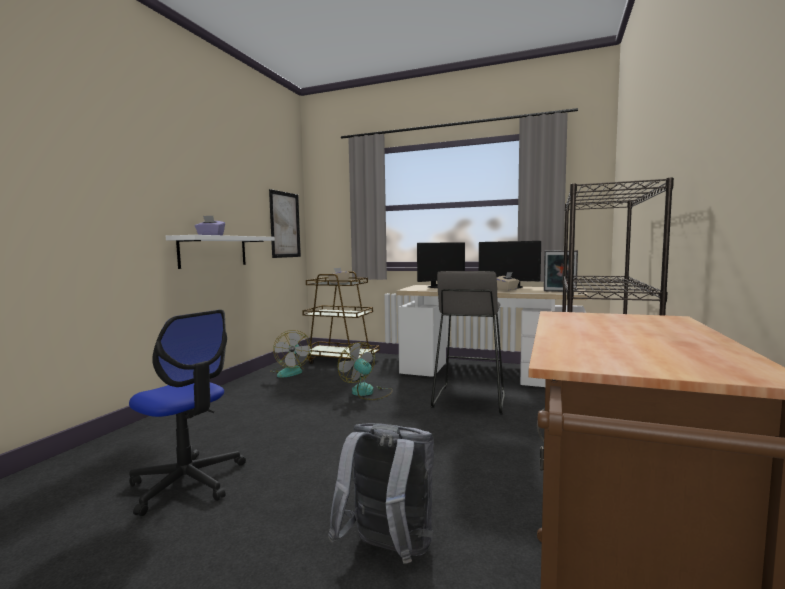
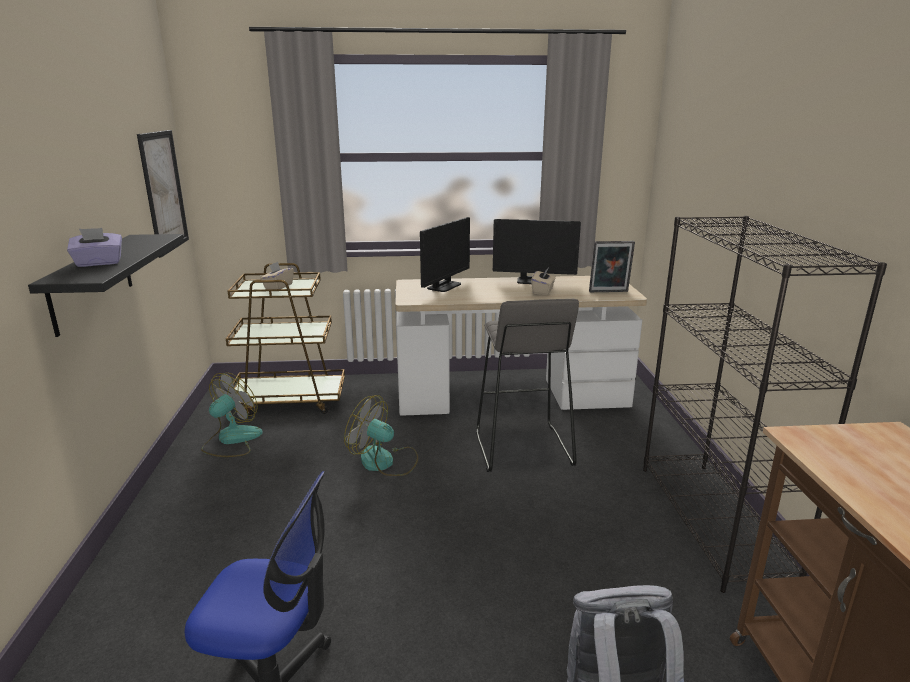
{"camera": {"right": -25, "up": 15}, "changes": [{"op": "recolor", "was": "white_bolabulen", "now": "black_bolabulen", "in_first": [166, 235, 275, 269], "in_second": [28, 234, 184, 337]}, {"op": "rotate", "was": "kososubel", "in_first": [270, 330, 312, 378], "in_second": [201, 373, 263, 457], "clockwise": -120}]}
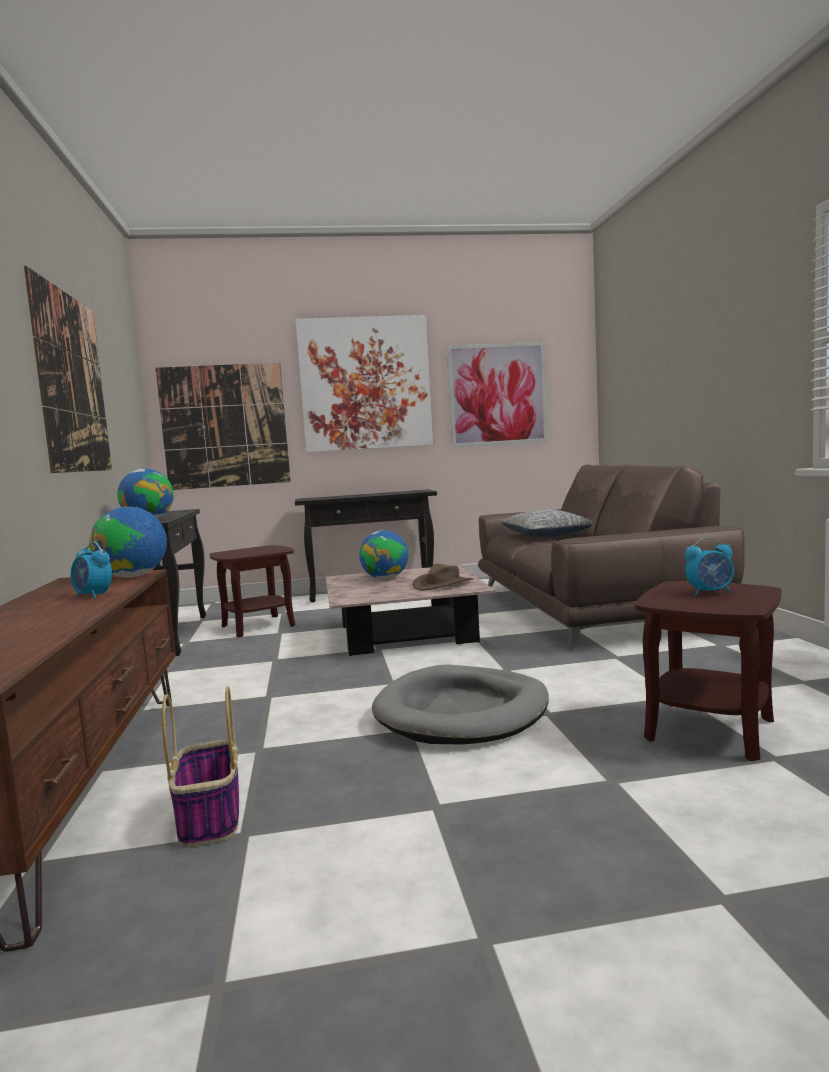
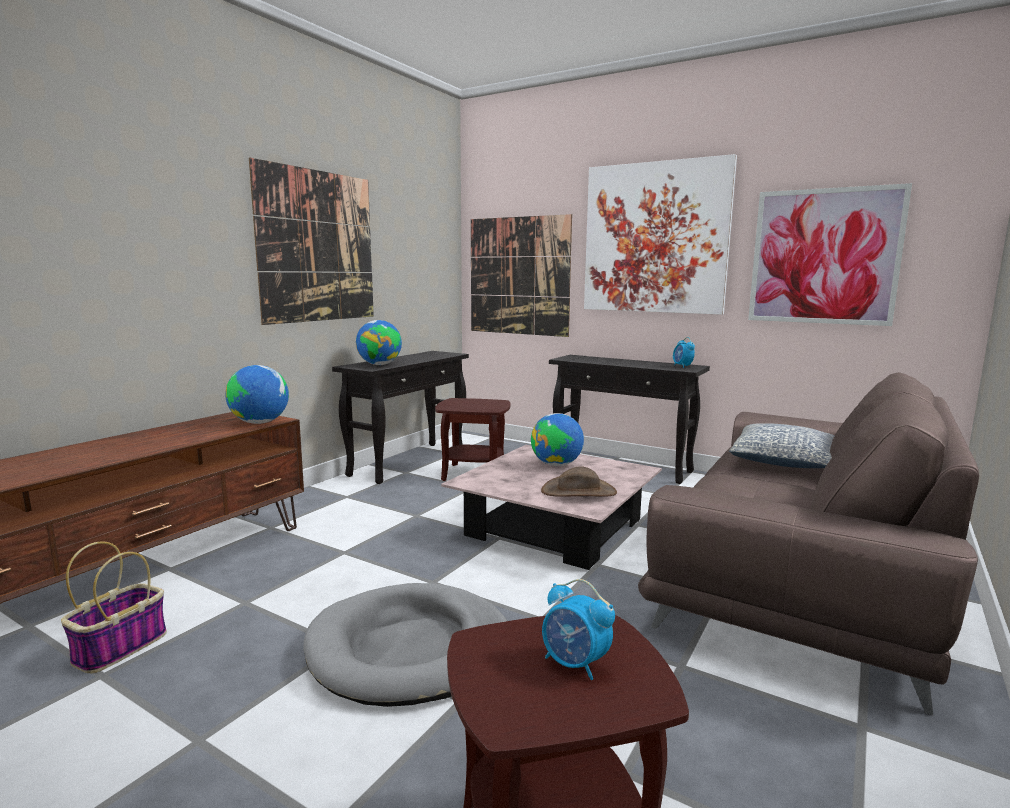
{"camera": {"right": 40, "up": 5}, "changes": [{"op": "move", "was": "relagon", "in_first": [71, 541, 112, 599], "in_second": [673, 337, 695, 368]}]}
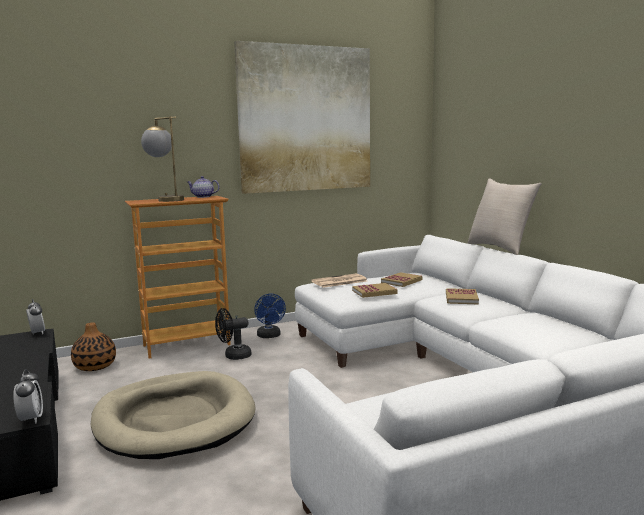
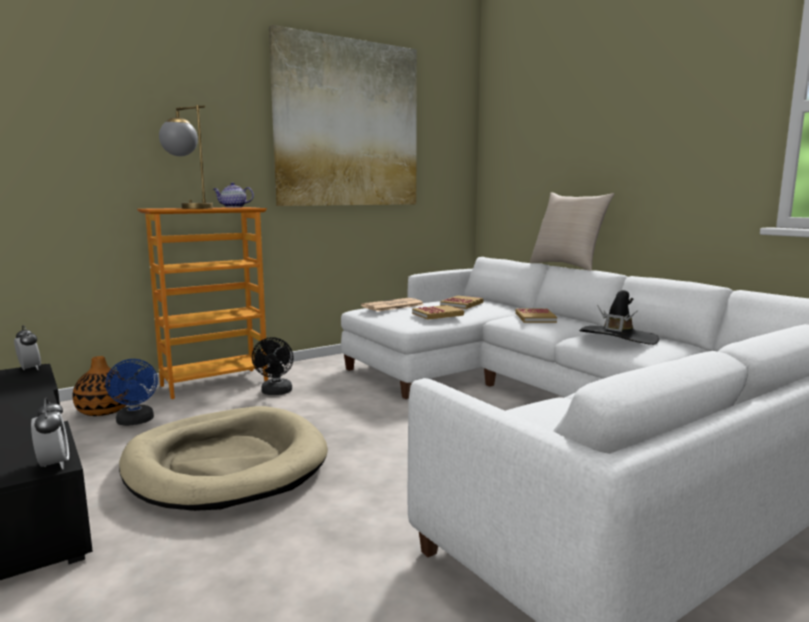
{"camera": {"right": -10, "up": 0}, "changes": [{"op": "move", "was": "blue_kososubel", "in_first": [254, 294, 286, 338], "in_second": [106, 359, 158, 426]}, {"op": "rotate", "was": "black_kososubel", "in_first": [215, 308, 251, 360], "in_second": [252, 337, 294, 395], "clockwise": -60}, {"op": "insert", "now": "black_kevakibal", "in_second": [579, 290, 659, 345]}]}
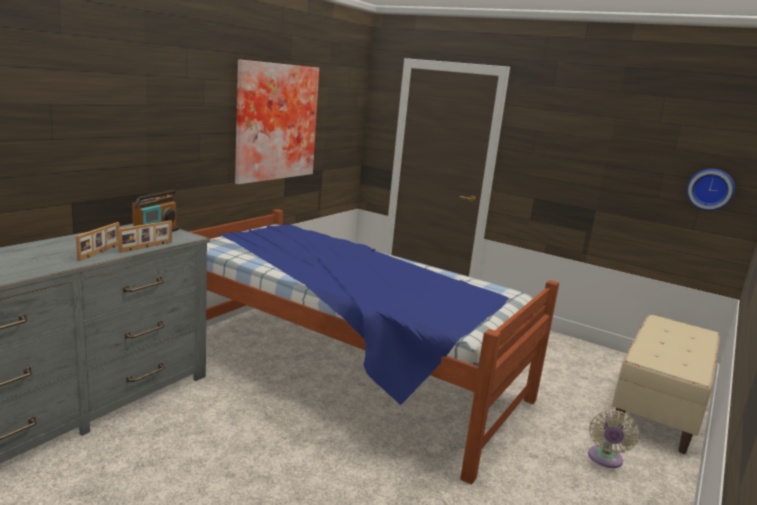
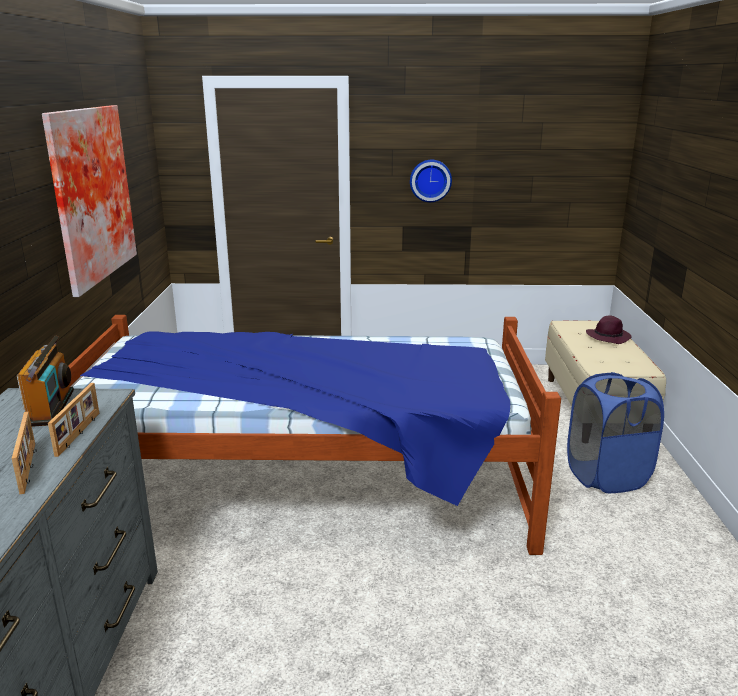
{"camera": {"right": -30, "up": 5}, "changes": [{"op": "move", "was": "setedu", "in_first": [686, 169, 735, 211], "in_second": [410, 160, 452, 202]}, {"op": "replace", "was": "beige_kososubel", "now": "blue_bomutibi", "in_first": [588, 410, 639, 468], "in_second": [567, 372, 664, 493]}, {"op": "insert", "now": "purple_kevakibal", "in_second": [586, 315, 632, 344]}]}
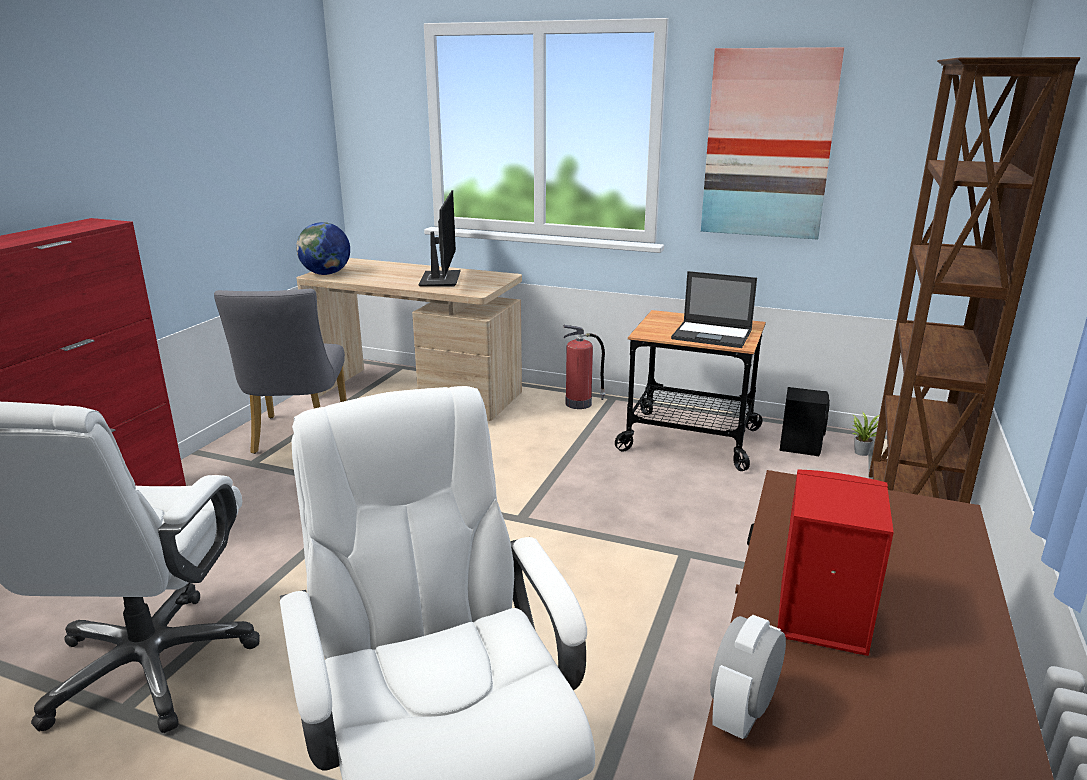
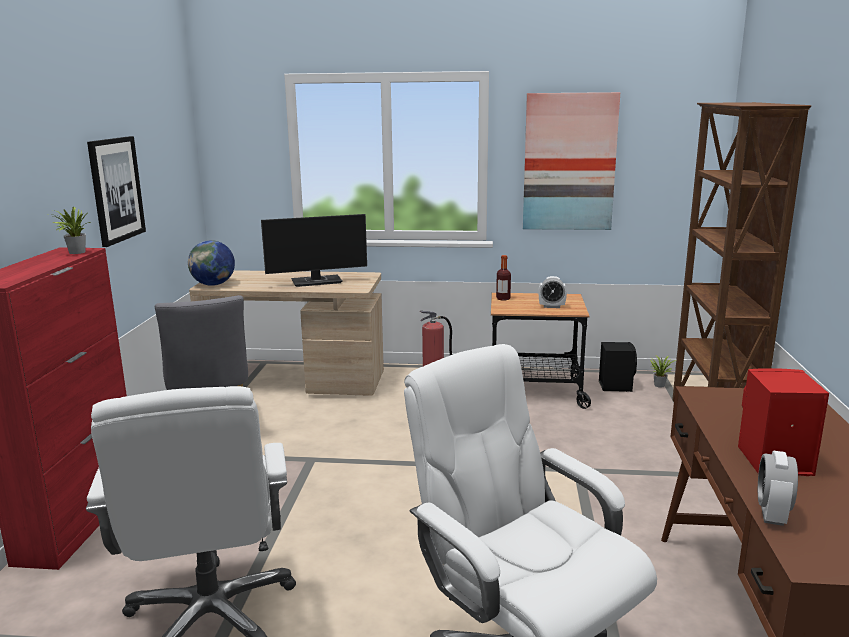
{"camera": {"right": -15, "up": -5}, "changes": [{"op": "rotate", "was": "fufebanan", "in_first": [419, 190, 461, 287], "in_second": [261, 214, 367, 287], "clockwise": 90}, {"op": "replace", "was": "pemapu", "now": "relagon", "in_first": [671, 271, 757, 348], "in_second": [538, 276, 567, 308]}, {"op": "insert", "now": "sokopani", "in_second": [87, 136, 146, 247]}, {"op": "insert", "now": "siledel", "in_second": [48, 206, 92, 254]}, {"op": "insert", "now": "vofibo", "in_second": [496, 255, 511, 301]}]}
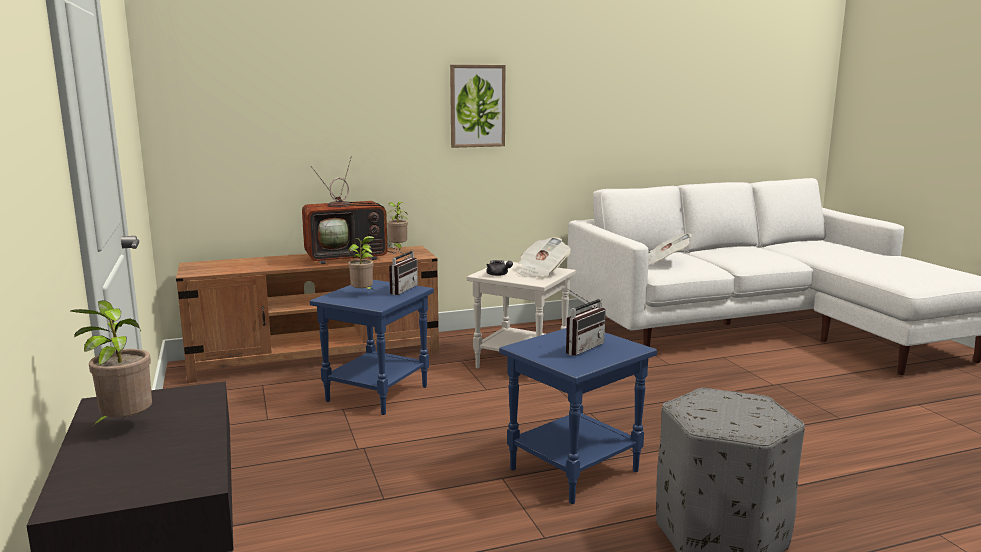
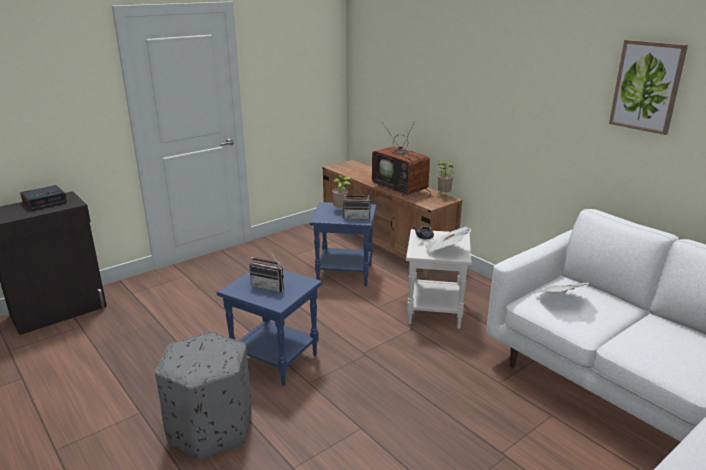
{"camera": {"right": 70, "up": 10}, "changes": [{"op": "move", "was": "sokopani", "in_first": [450, 65, 505, 148], "in_second": [609, 40, 688, 135]}, {"op": "replace", "was": "siledel", "now": "relagon", "in_first": [70, 300, 152, 425], "in_second": [20, 185, 67, 211]}]}
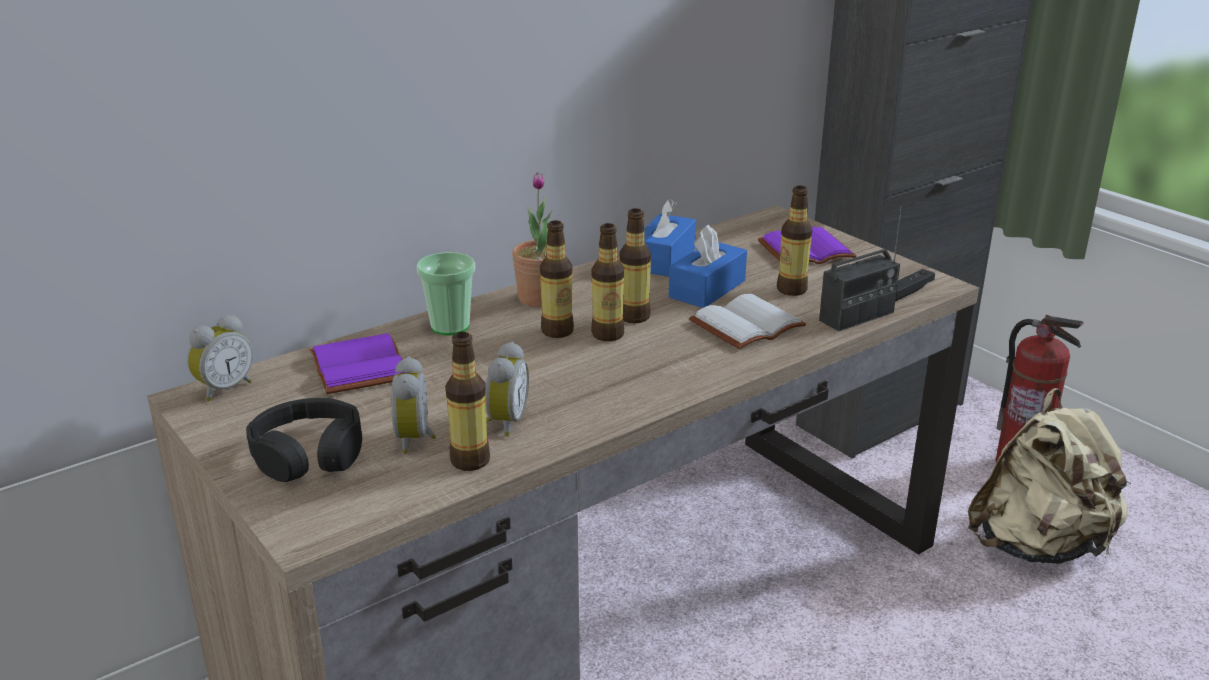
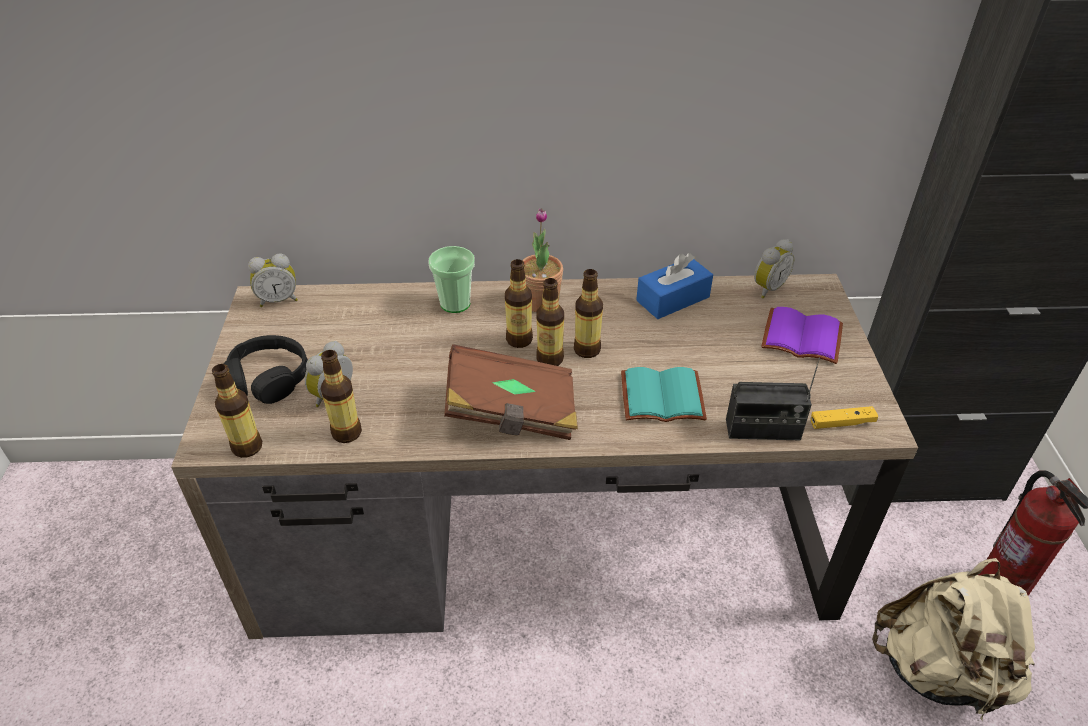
{"camera": {"right": 35, "up": 15}, "changes": [{"op": "move", "was": "vofibo", "in_first": [777, 186, 812, 296], "in_second": [212, 364, 262, 458]}, {"op": "delete", "was": "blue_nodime", "in_first": [669, 224, 747, 308]}, {"op": "recolor", "was": "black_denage", "now": "yellow_denage", "in_first": [895, 269, 935, 301], "in_second": [811, 406, 878, 429]}, {"op": "recolor", "was": "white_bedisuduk", "now": "turquoise_bedisuduk", "in_first": [689, 294, 806, 349], "in_second": [621, 367, 707, 422]}, {"op": "delete", "was": "purple_bedisuduk", "in_first": [310, 333, 408, 394]}, {"op": "move", "was": "relagon", "in_first": [486, 342, 529, 437], "in_second": [754, 239, 794, 299]}, {"op": "insert", "now": "brown_bedisuduk", "in_second": [444, 344, 578, 440]}]}
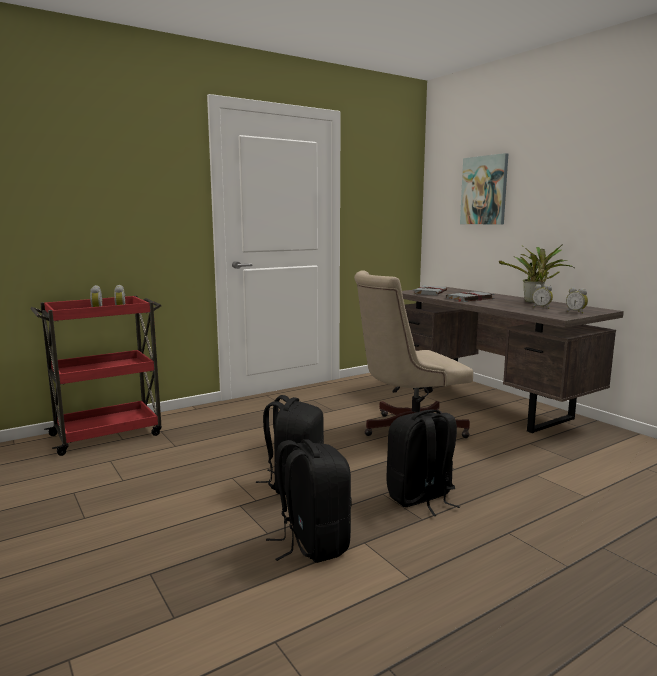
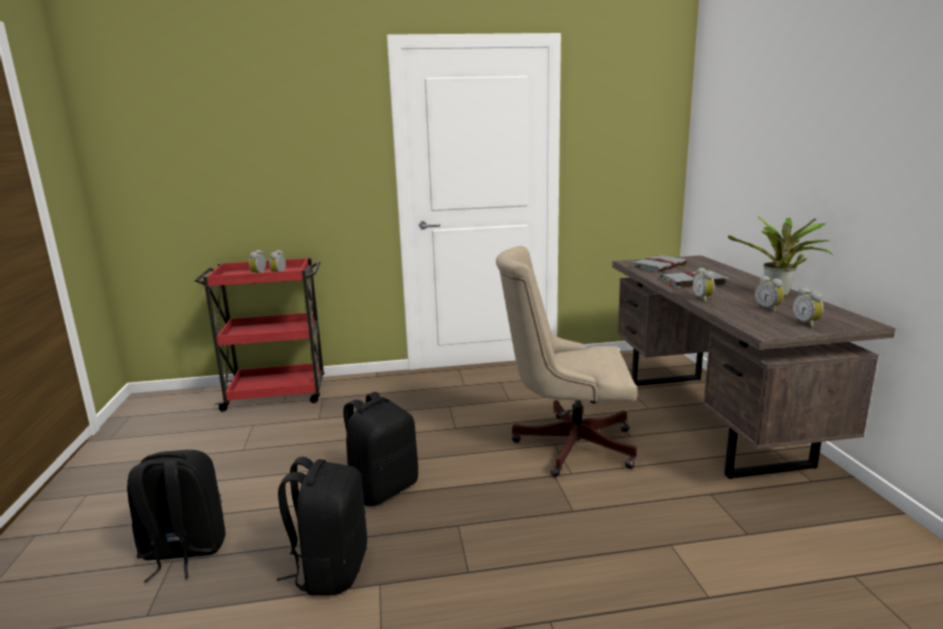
{"camera": {"right": 25, "up": 5}, "changes": [{"op": "delete", "was": "sokopani", "in_first": [460, 153, 508, 225]}, {"op": "move", "was": "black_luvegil", "in_first": [386, 409, 460, 516], "in_second": [127, 450, 226, 583]}, {"op": "insert", "now": "relagon", "in_second": [693, 267, 715, 302]}]}
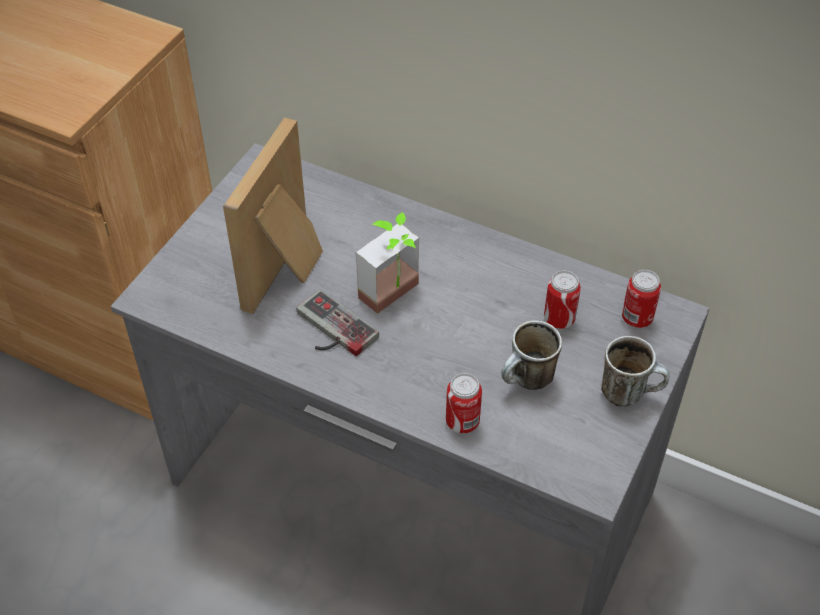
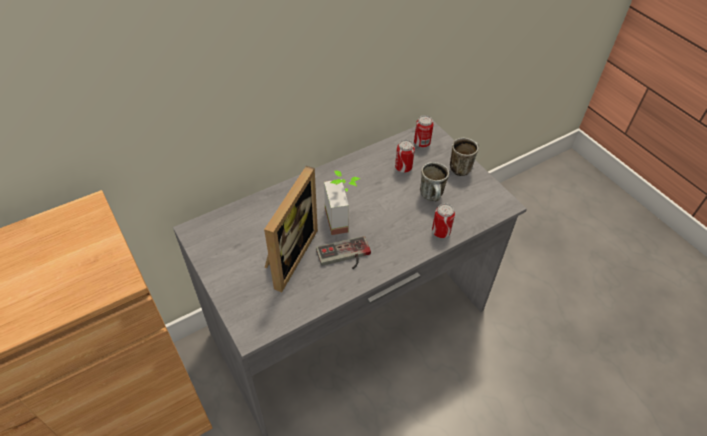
{"camera": {"right": -60, "up": 0}, "changes": [{"op": "rotate", "was": "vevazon", "in_first": [223, 118, 323, 314], "in_second": [264, 166, 318, 292], "clockwise": -120}]}
